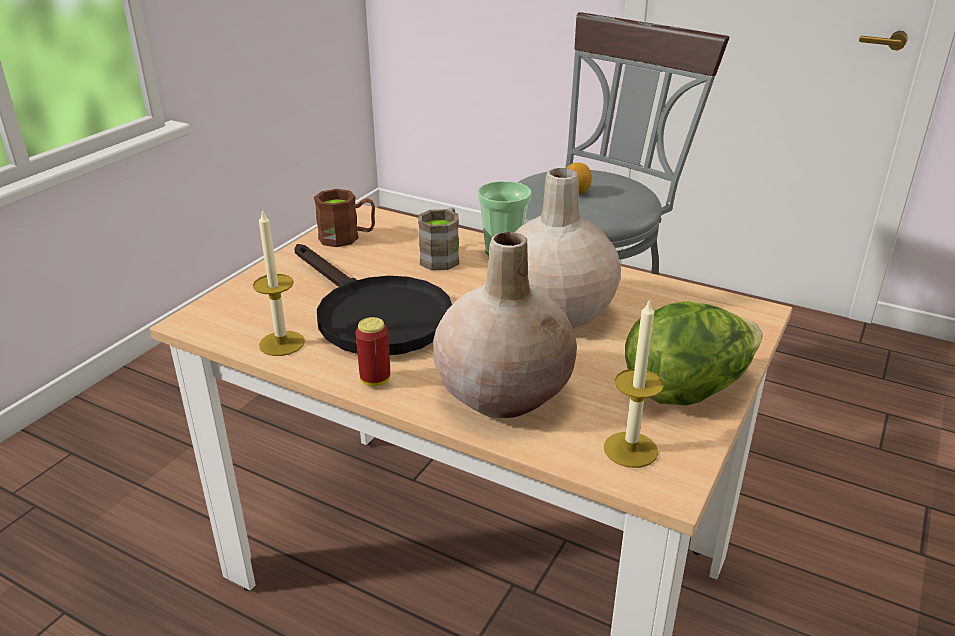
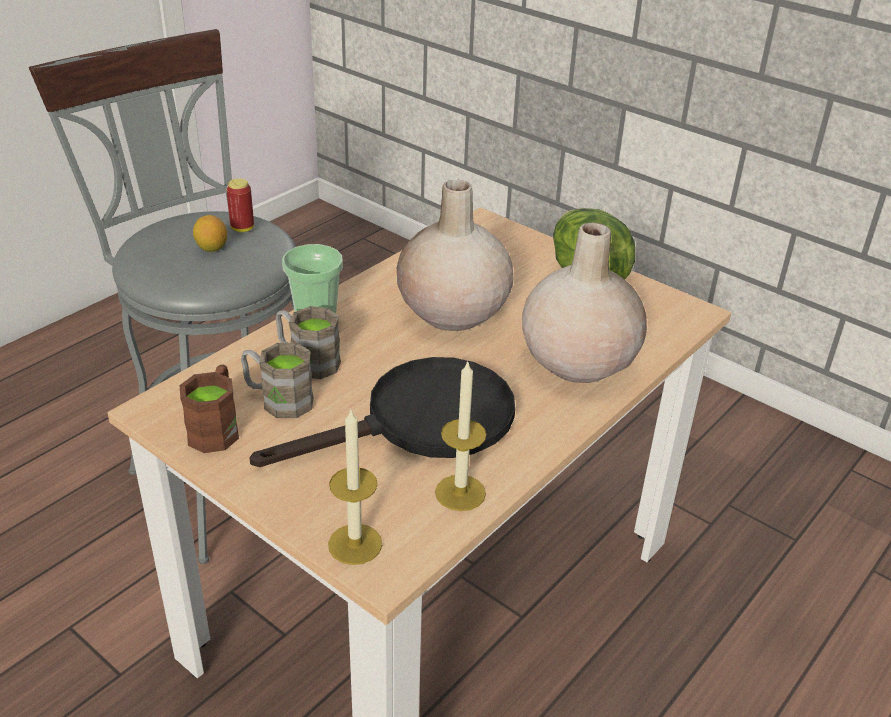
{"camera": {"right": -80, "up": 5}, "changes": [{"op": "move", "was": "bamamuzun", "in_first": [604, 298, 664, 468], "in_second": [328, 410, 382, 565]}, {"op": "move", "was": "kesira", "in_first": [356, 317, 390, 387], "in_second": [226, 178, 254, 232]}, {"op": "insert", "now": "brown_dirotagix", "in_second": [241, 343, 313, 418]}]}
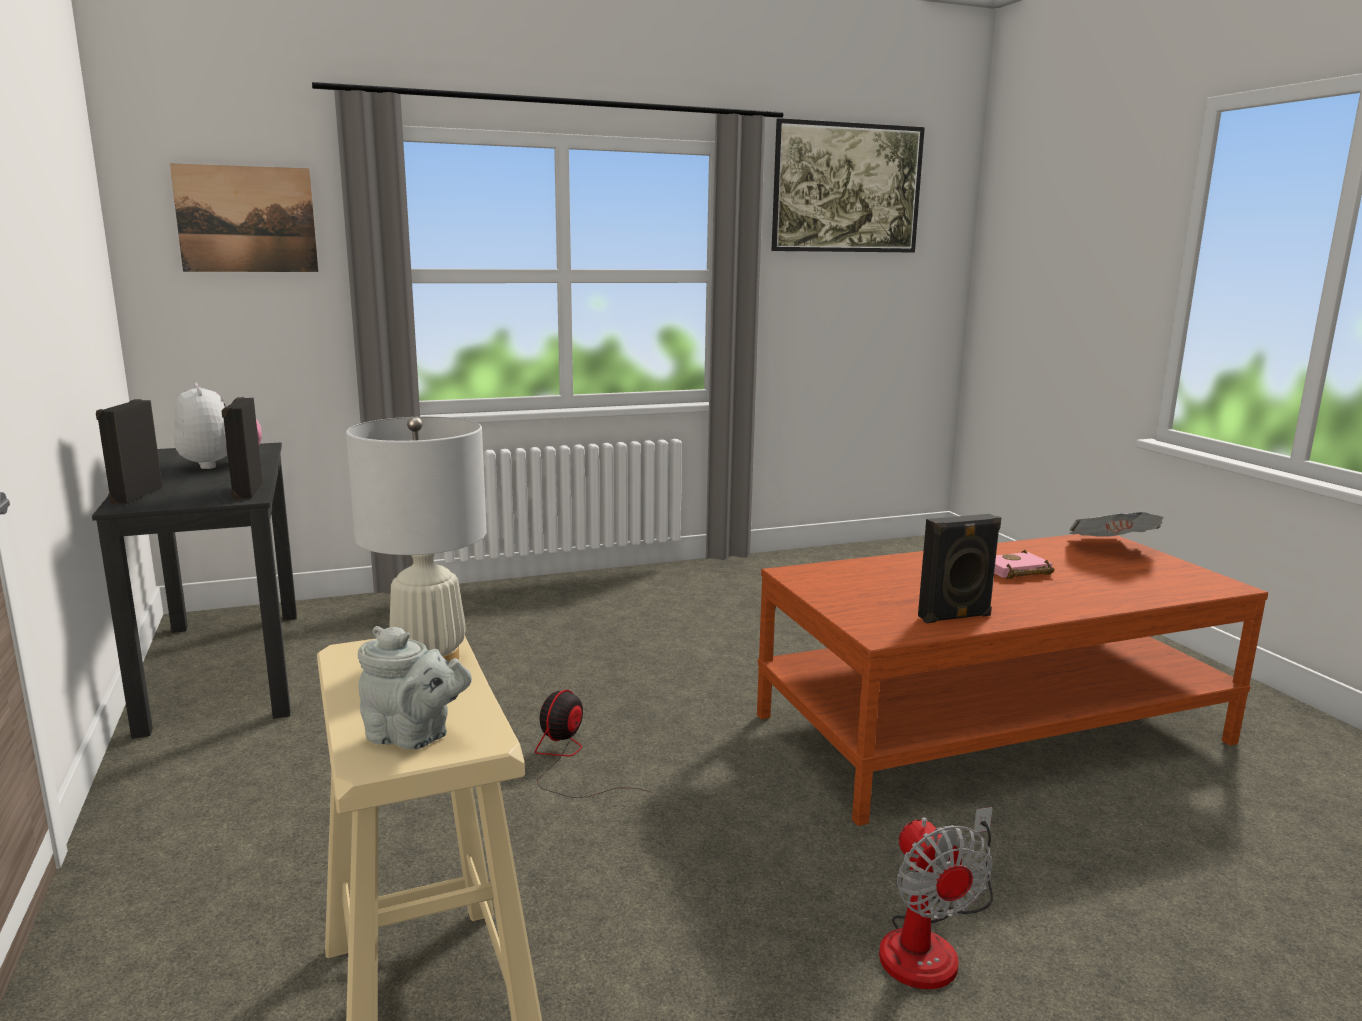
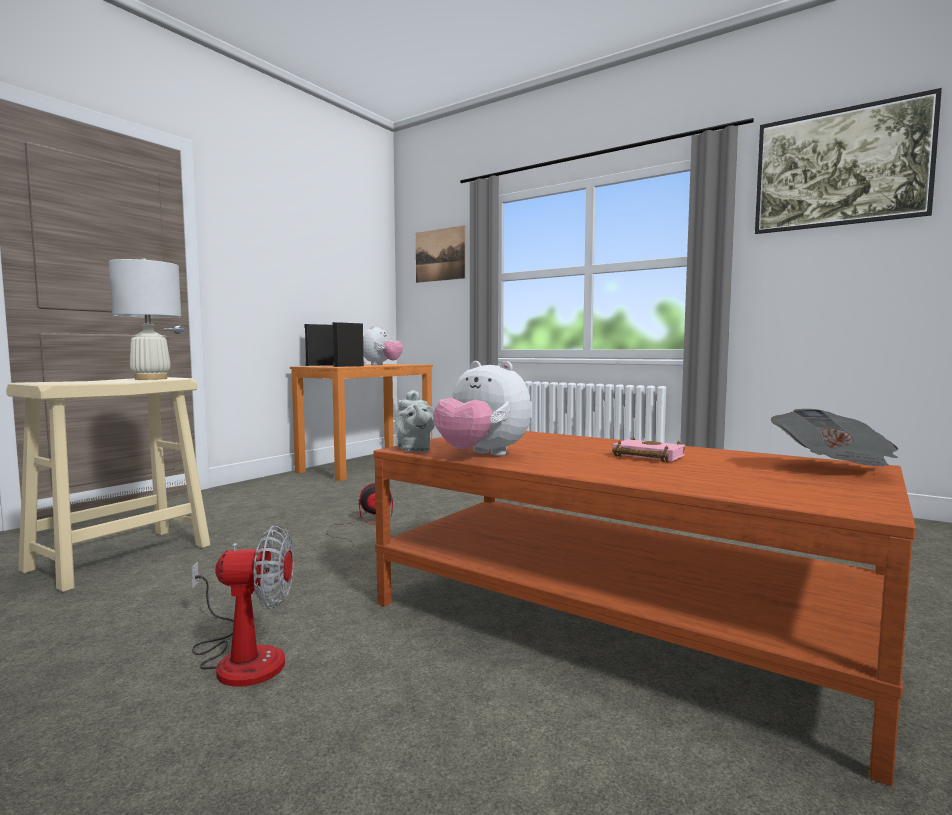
{"camera": {"right": 55, "up": -10}, "changes": [{"op": "recolor", "was": "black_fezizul", "now": "orange_fezizul", "in_first": [92, 443, 297, 739], "in_second": [290, 364, 433, 481]}, {"op": "replace", "was": "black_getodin", "now": "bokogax", "in_first": [918, 514, 1002, 623], "in_second": [433, 361, 532, 456]}, {"op": "move", "was": "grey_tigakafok", "in_first": [358, 626, 472, 749], "in_second": [395, 390, 435, 452]}, {"op": "rotate", "was": "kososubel", "in_first": [879, 807, 993, 989], "in_second": [192, 525, 294, 687], "clockwise": -135}]}
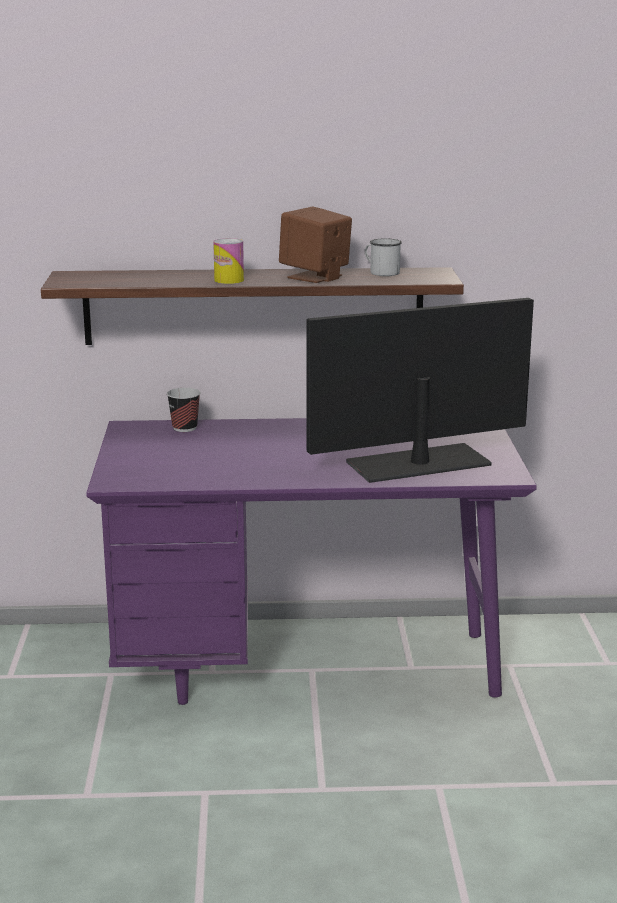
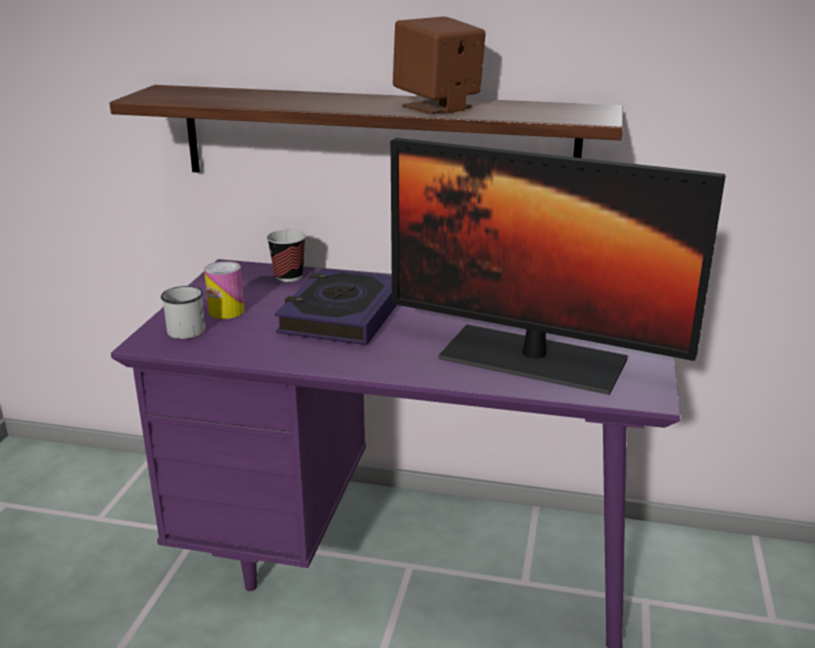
{"camera": {"right": 15, "up": 5}, "changes": [{"op": "move", "was": "kesira", "in_first": [213, 238, 244, 284], "in_second": [204, 261, 245, 319]}, {"op": "move", "was": "white_dirotagix", "in_first": [365, 238, 402, 276], "in_second": [161, 286, 205, 339]}, {"op": "rotate", "was": "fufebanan", "in_first": [307, 298, 534, 483], "in_second": [391, 138, 726, 395], "clockwise": -150}, {"op": "insert", "now": "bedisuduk", "in_second": [275, 268, 397, 345]}]}
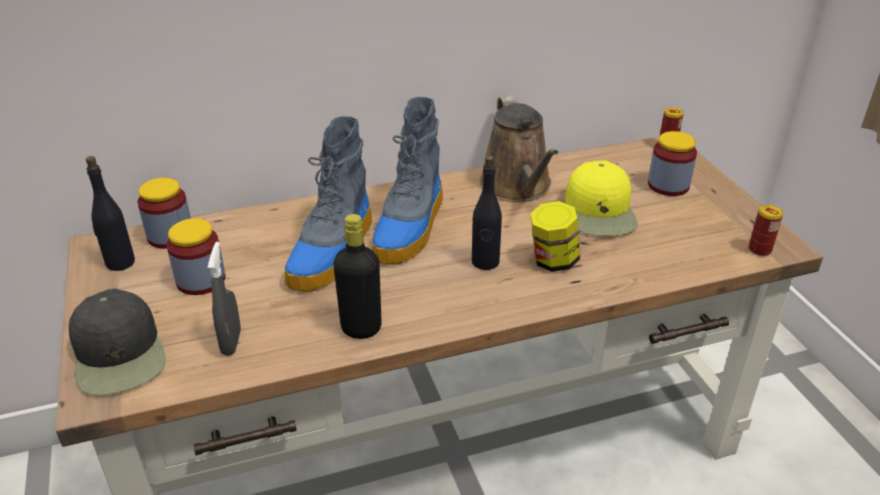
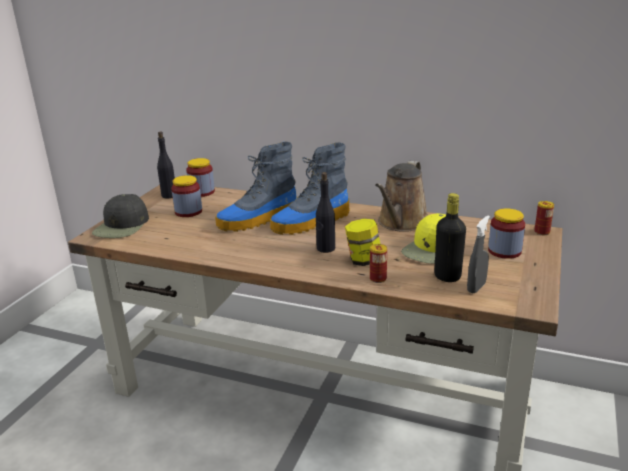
{"camera": {"right": 40, "up": -10}, "changes": [{"op": "move", "was": "kesira", "in_first": [749, 205, 783, 256], "in_second": [370, 244, 387, 283]}, {"op": "move", "was": "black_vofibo", "in_first": [333, 214, 382, 339], "in_second": [434, 193, 466, 282]}, {"op": "move", "was": "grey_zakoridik", "in_first": [208, 242, 241, 356], "in_second": [467, 216, 490, 293]}]}
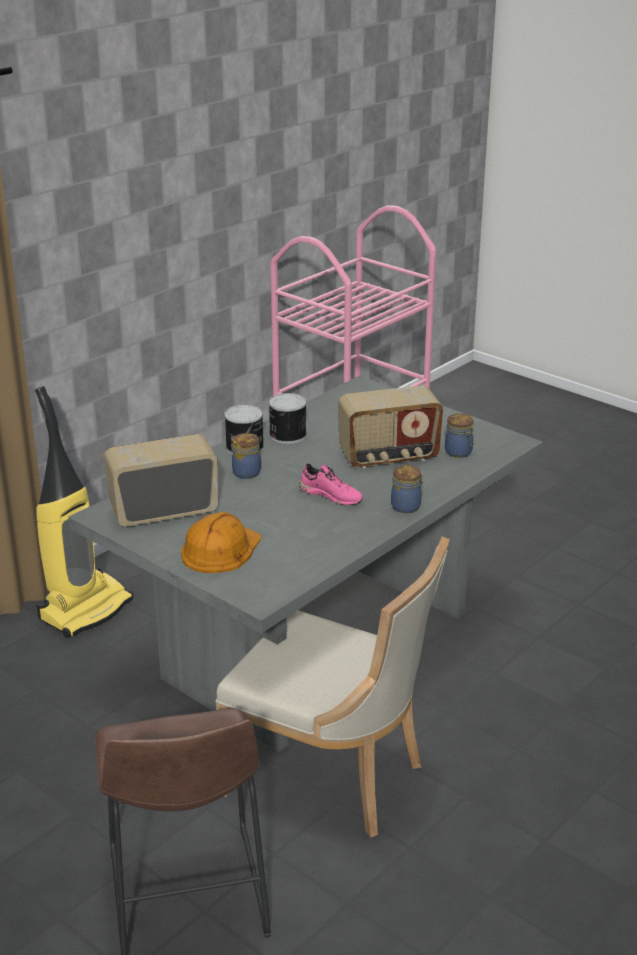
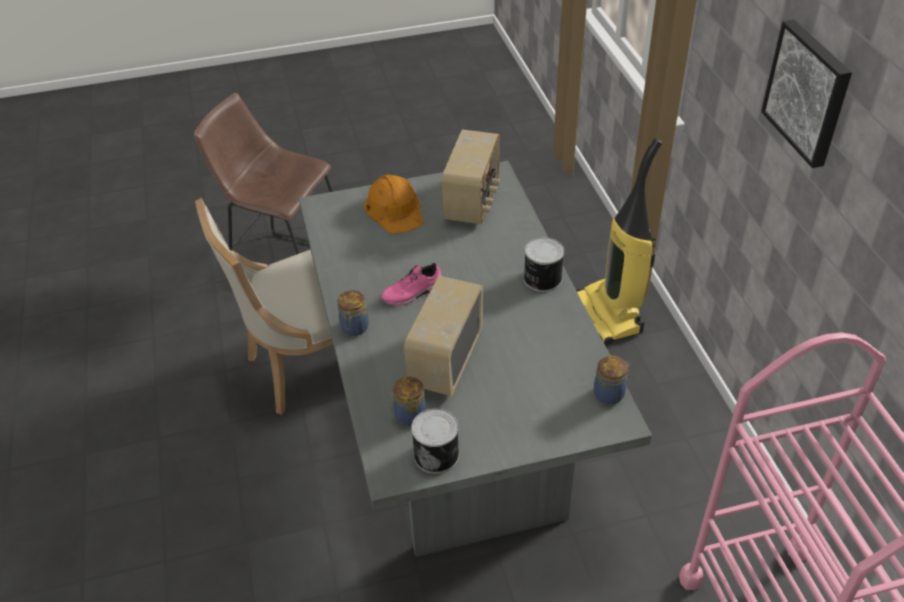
{"camera": {"right": 125, "up": 15}, "changes": [{"op": "move", "was": "kesira", "in_first": [269, 393, 307, 444], "in_second": [411, 408, 459, 474]}, {"op": "move", "was": "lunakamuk", "in_first": [231, 433, 261, 479], "in_second": [594, 356, 630, 405]}, {"op": "insert", "now": "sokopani", "in_second": [761, 19, 852, 168]}]}
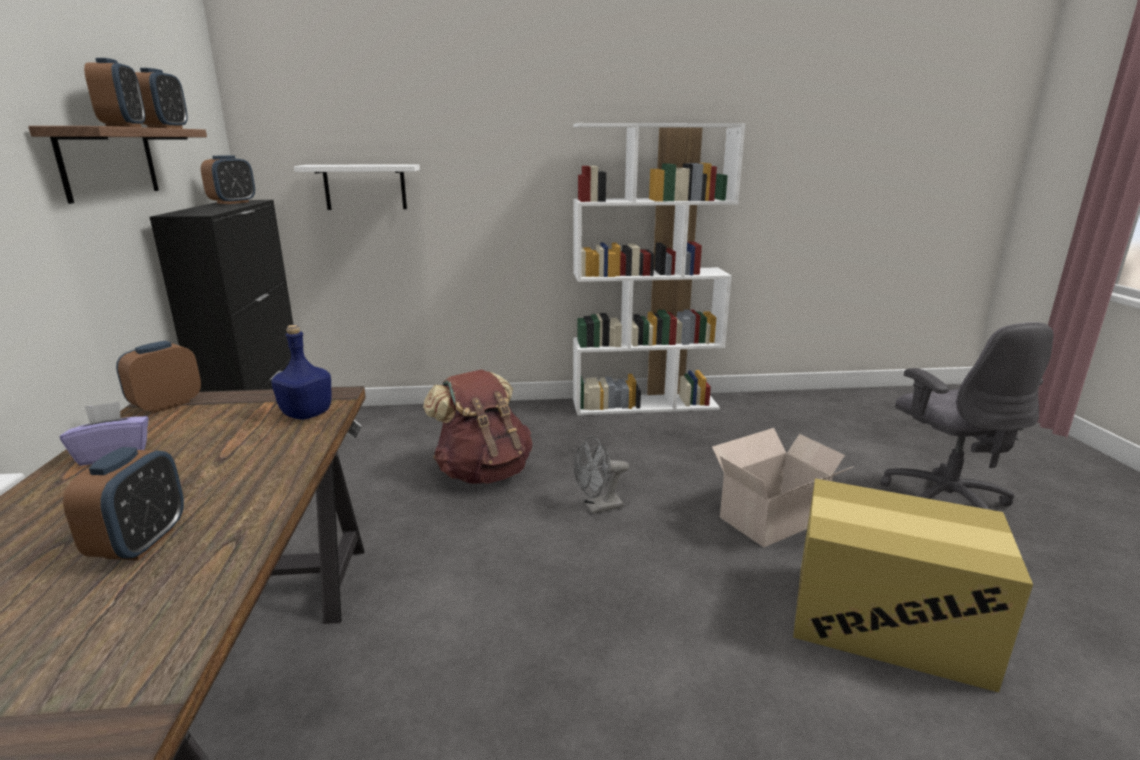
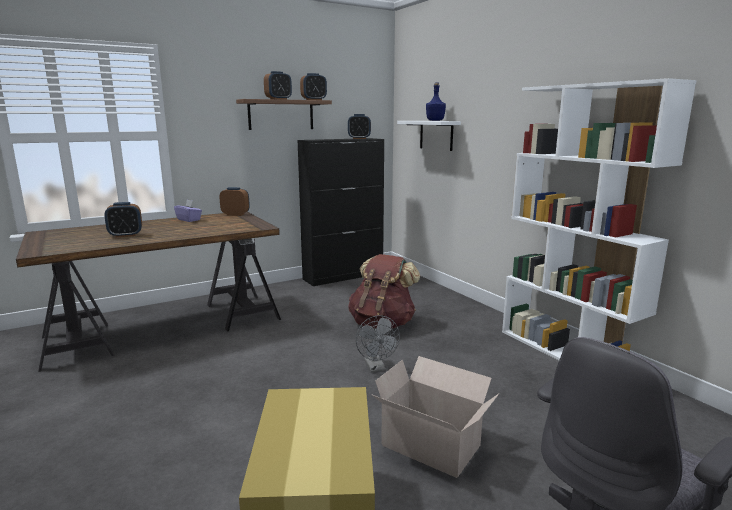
{"camera": {"right": 65, "up": -5}, "changes": [{"op": "move", "was": "blue_vofibo", "in_first": [271, 325, 332, 420], "in_second": [426, 82, 446, 121]}, {"op": "rotate", "was": "grey_kososubel", "in_first": [574, 436, 629, 514], "in_second": [356, 315, 400, 372], "clockwise": -150}]}
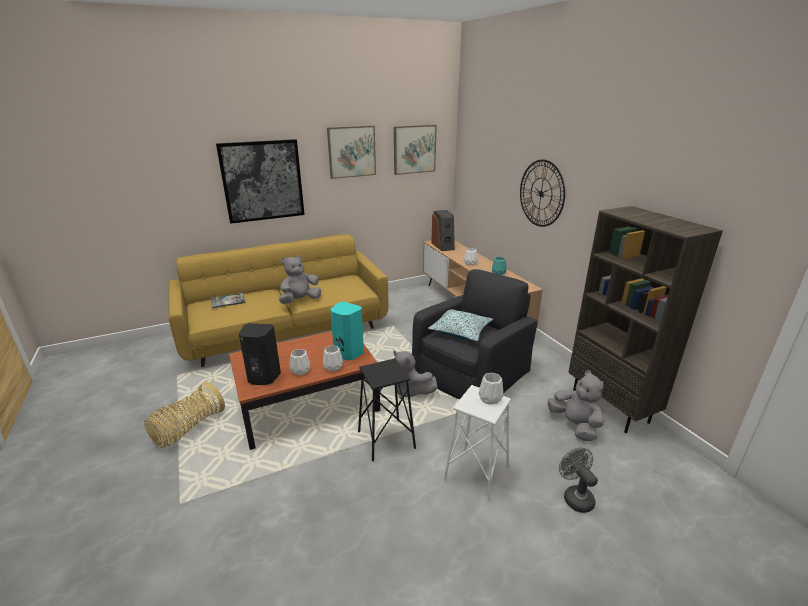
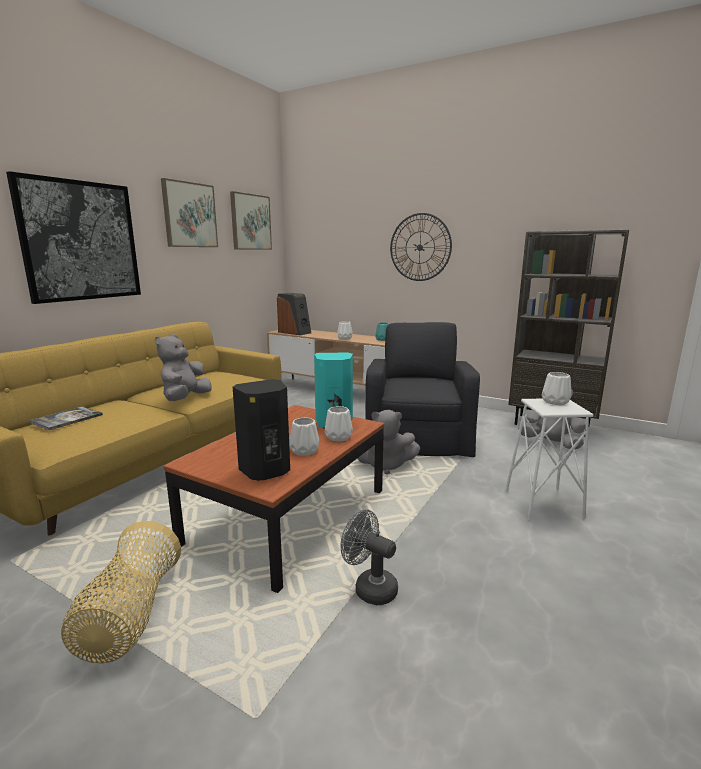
{"camera": {"right": -35, "up": -10}, "changes": [{"op": "delete", "was": "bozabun", "in_first": [428, 309, 493, 342]}, {"op": "delete", "was": "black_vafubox", "in_first": [358, 358, 416, 461]}, {"op": "move", "was": "grey_kososubel", "in_first": [559, 447, 598, 513], "in_second": [341, 509, 398, 605]}]}
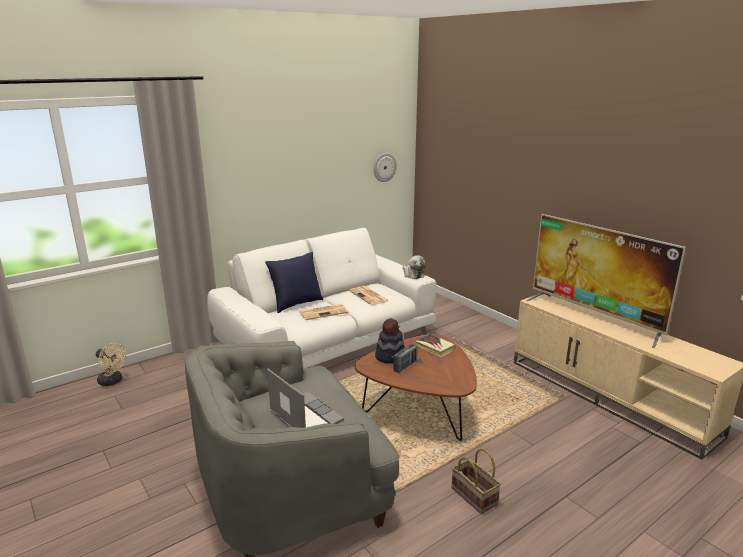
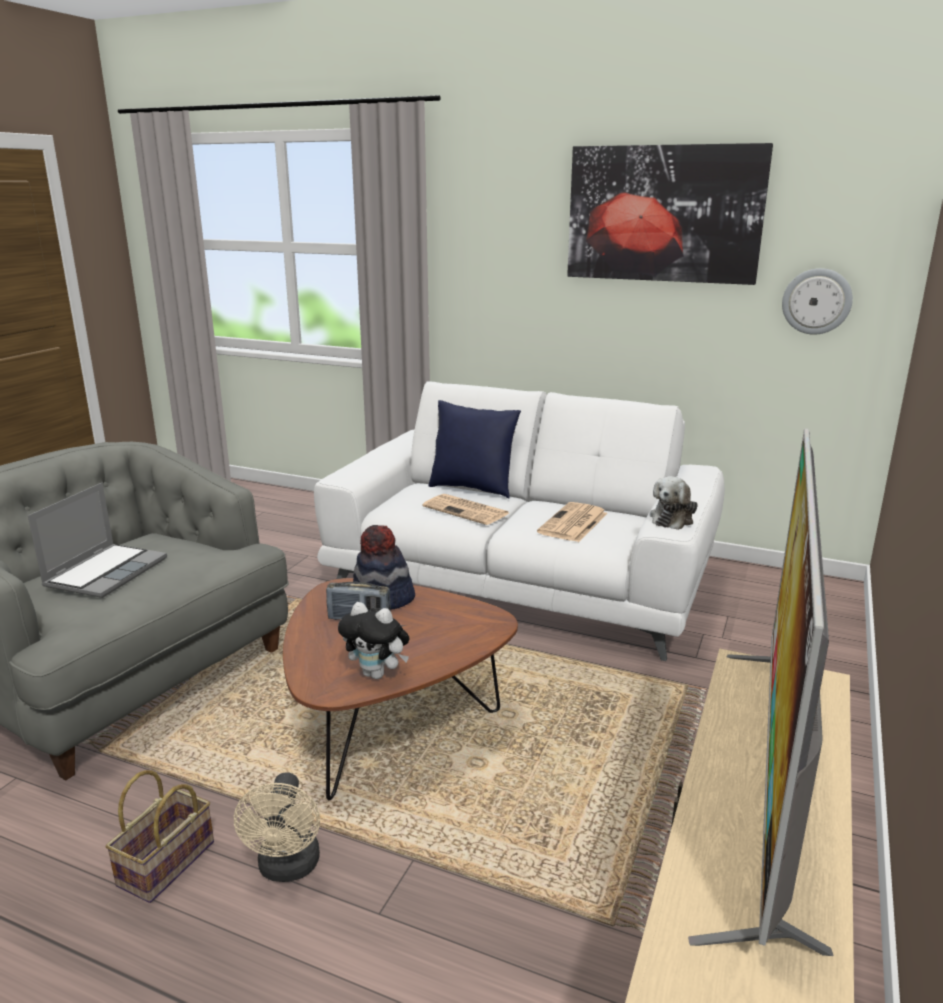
{"camera": {"right": 60, "up": 0}, "changes": [{"op": "delete", "was": "bedisuduk", "in_first": [415, 334, 456, 357]}, {"op": "move", "was": "beige_kososubel", "in_first": [96, 343, 127, 386], "in_second": [234, 772, 320, 882]}, {"op": "insert", "now": "sokopani", "in_second": [567, 143, 773, 285]}, {"op": "insert", "now": "bokogax", "in_second": [338, 602, 409, 679]}]}
